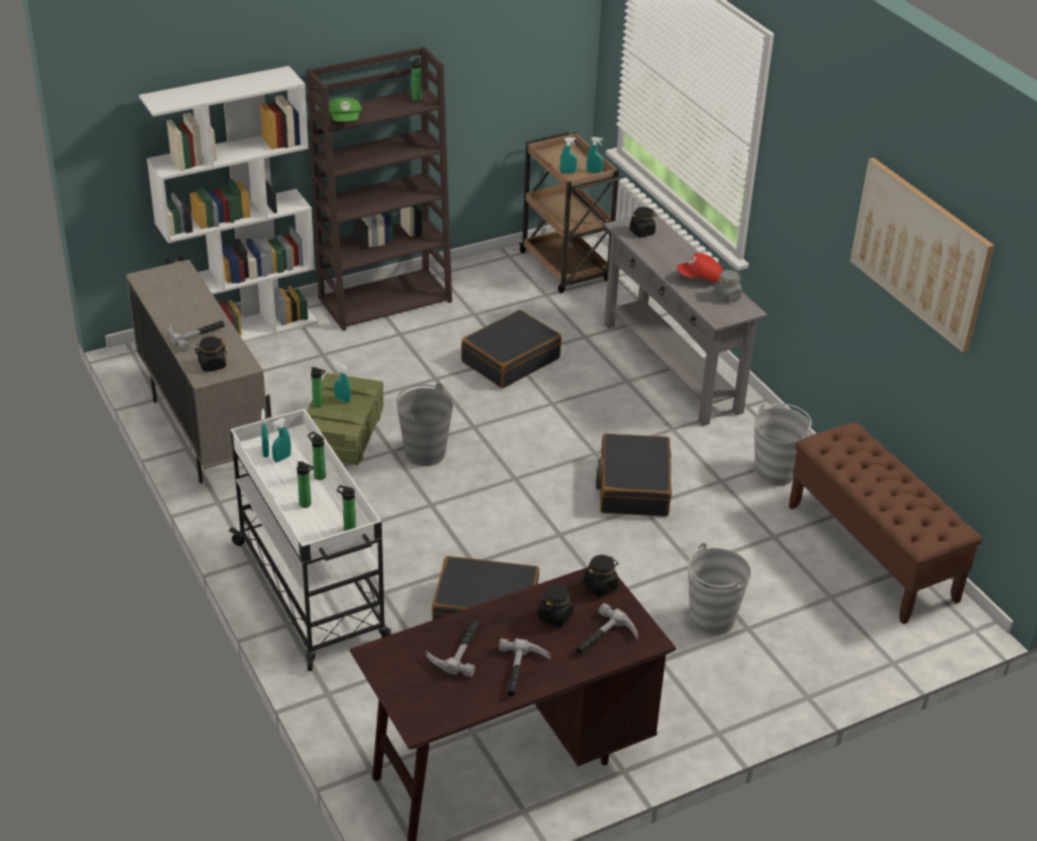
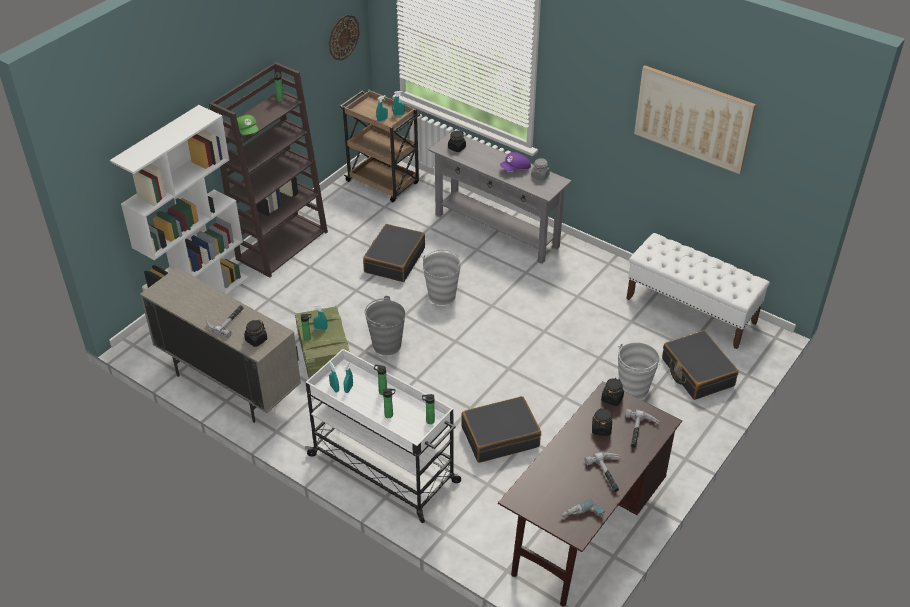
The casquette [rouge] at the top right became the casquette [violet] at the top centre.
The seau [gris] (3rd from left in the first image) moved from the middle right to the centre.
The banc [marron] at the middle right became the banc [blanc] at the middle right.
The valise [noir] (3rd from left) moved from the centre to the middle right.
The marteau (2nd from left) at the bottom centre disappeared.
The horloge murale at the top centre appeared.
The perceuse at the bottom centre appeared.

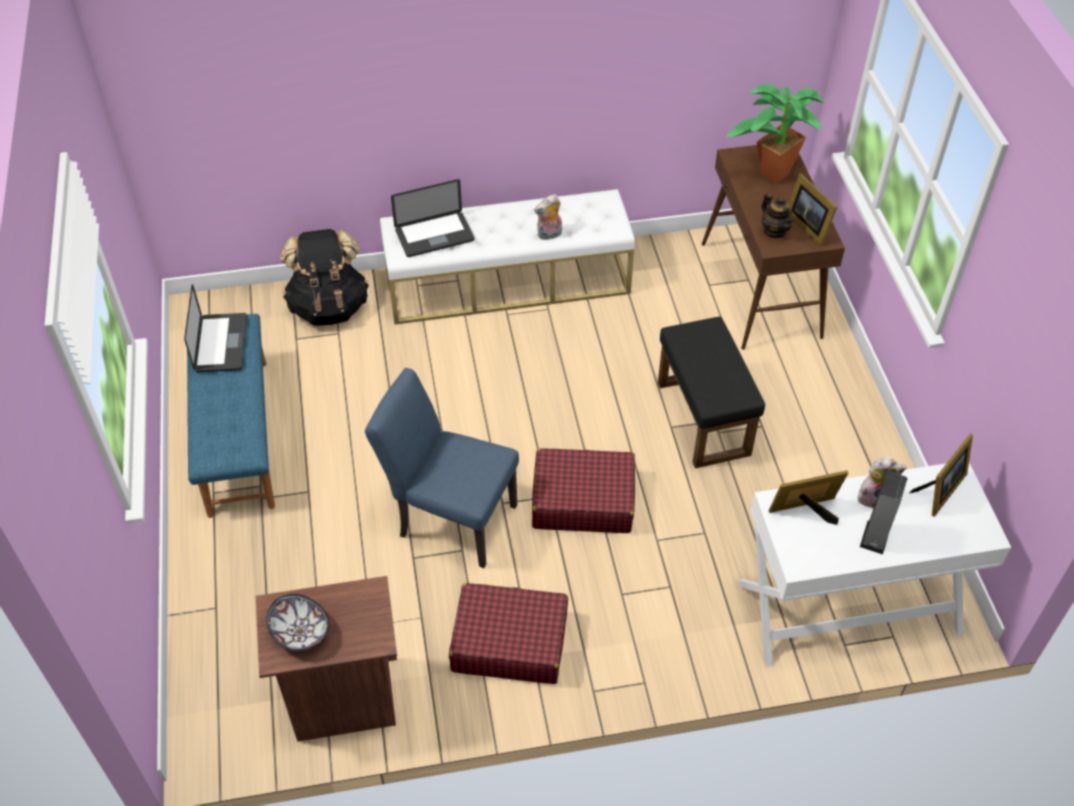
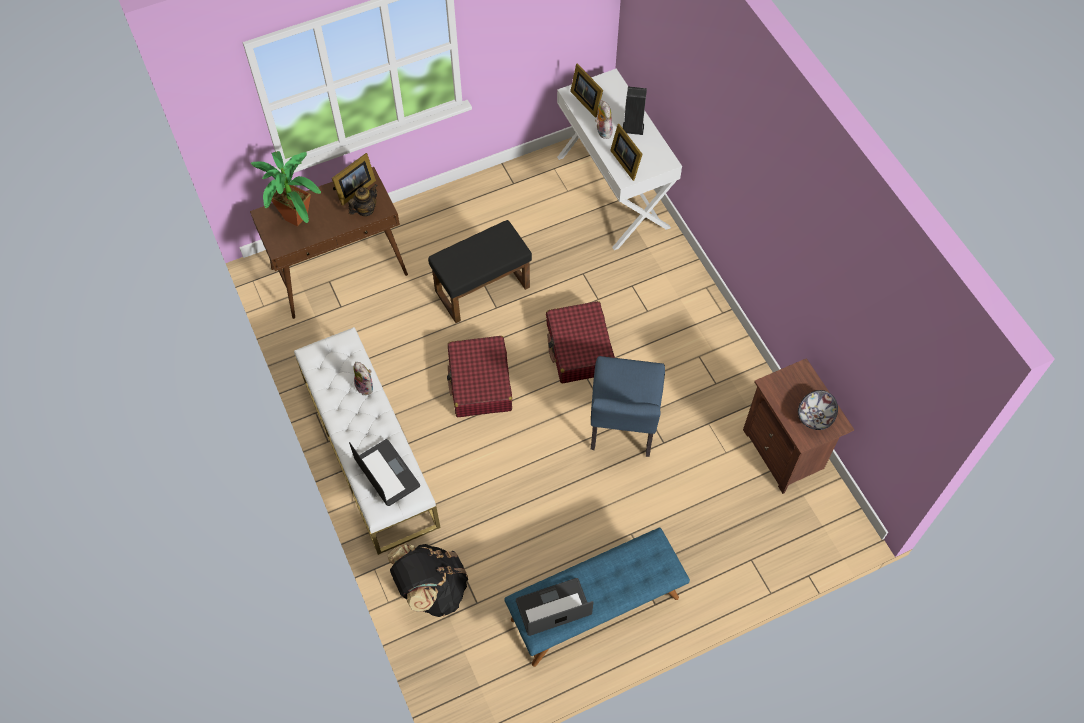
The cadre photo (3rd from left in the first image) at the middle right turned 150 degrees counterclockwise.
The valise [rouge] (1st from left) moved from the bottom centre to the centre.

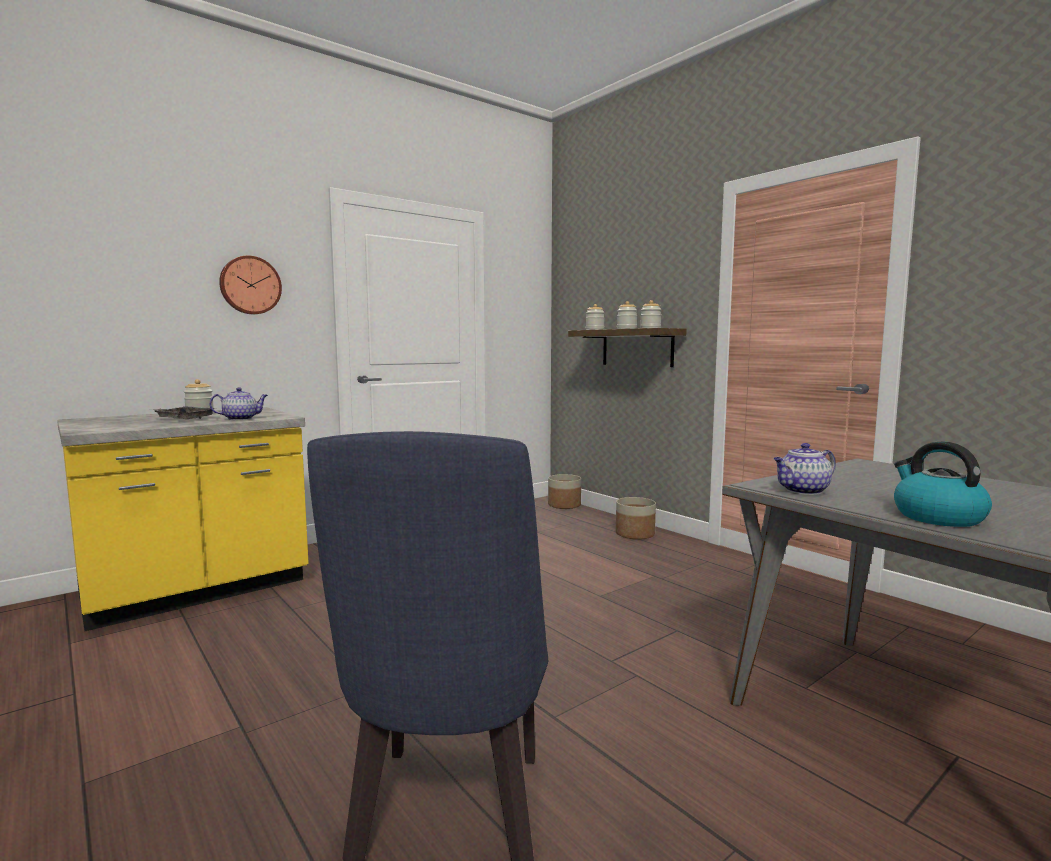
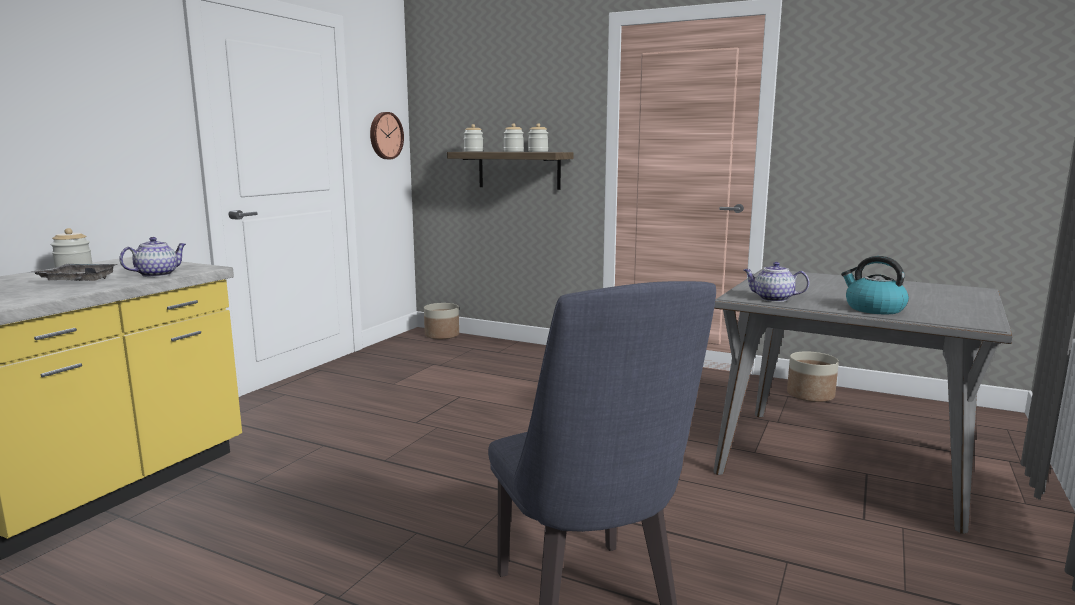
The horloge murale moved from the top left to the top centre.
The théière (2nd from left) at the middle right turned 75 degrees clockwise.
The cache-pot (2nd from left) moved from the centre to the middle right.

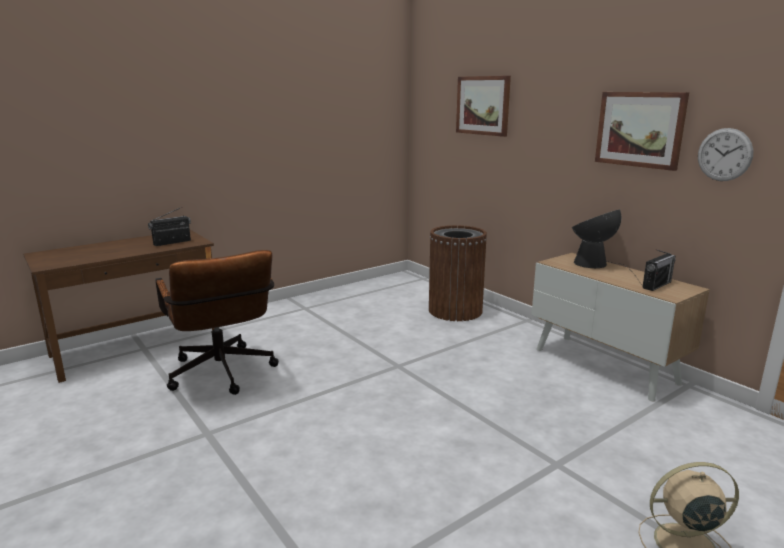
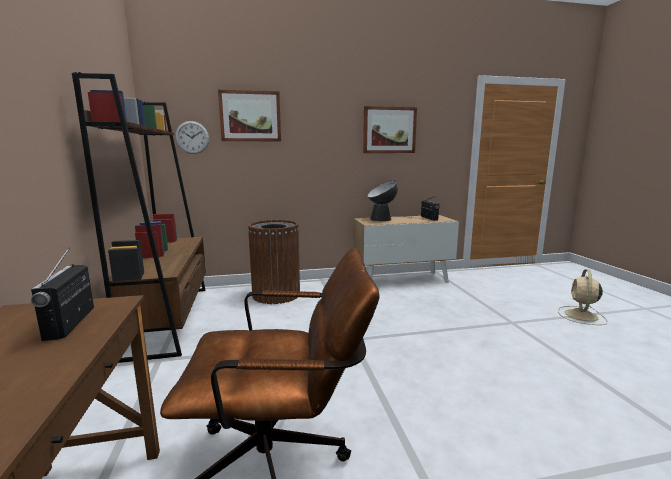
The horloge murale moved from the top right to the top left.
The bibliothèque [marron] at the middle left appeared.

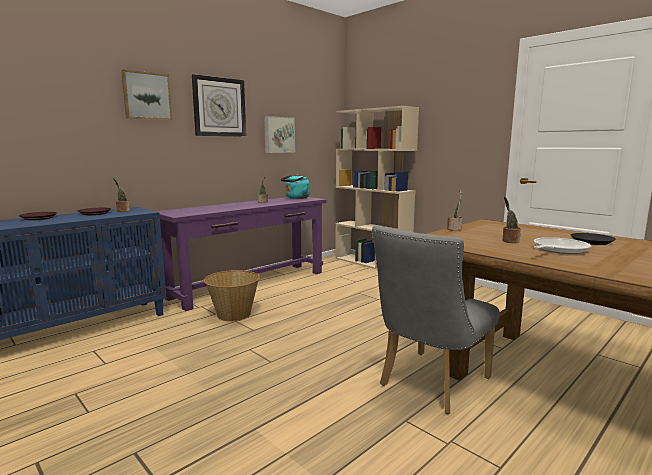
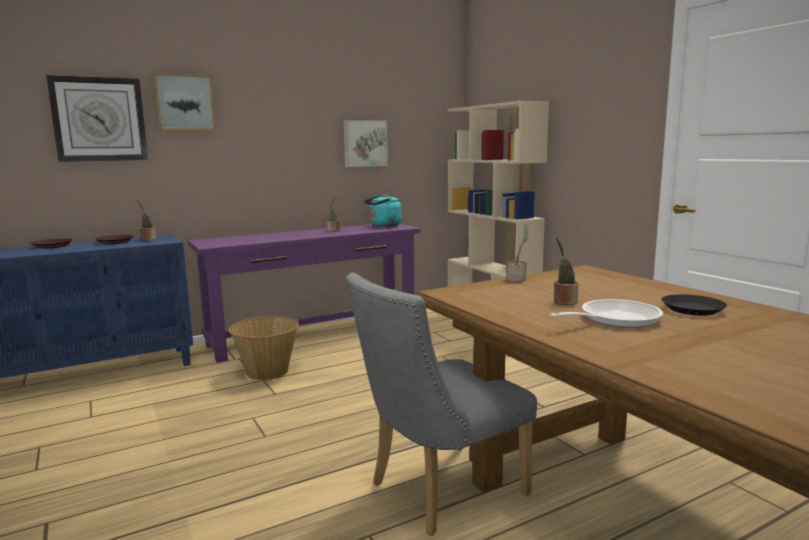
The horloge murale moved from the top centre to the top left.

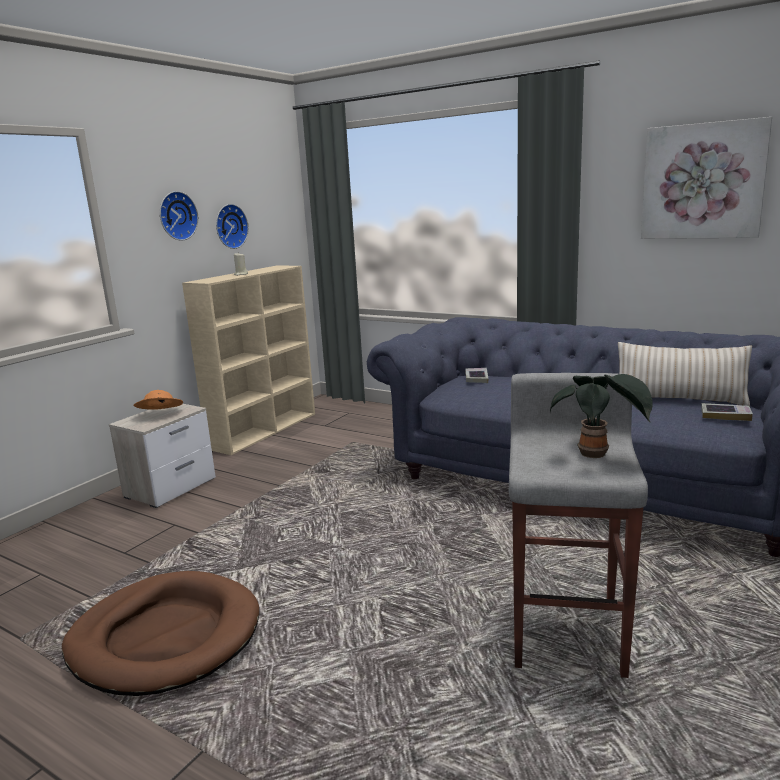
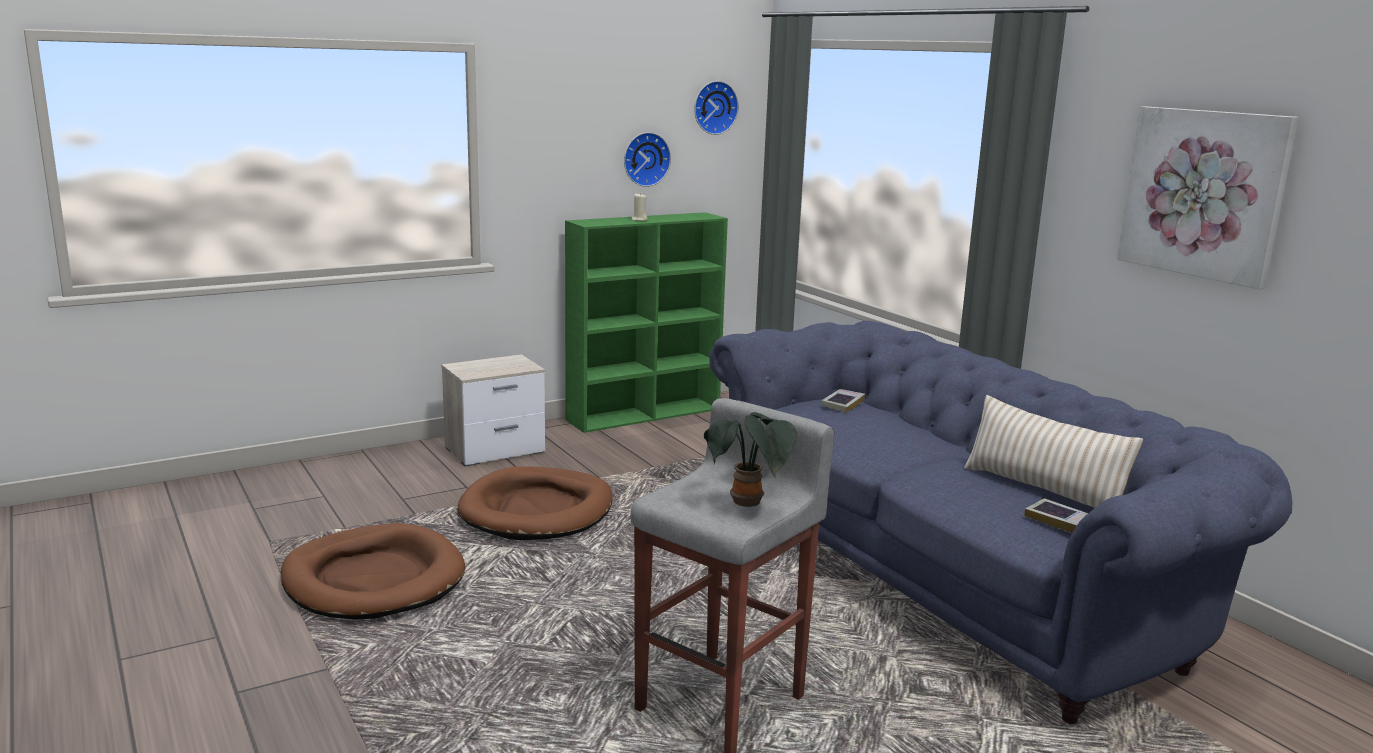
The horloge murale (1st from left in the first image) moved from the top left to the top centre.
The bibliothèque [beige] at the middle left became the bibliothèque [vert] at the centre.
The chapeau [orange] at the middle left disappeared.
The panier pour chien [marron] (2nd from left) at the bottom centre appeared.

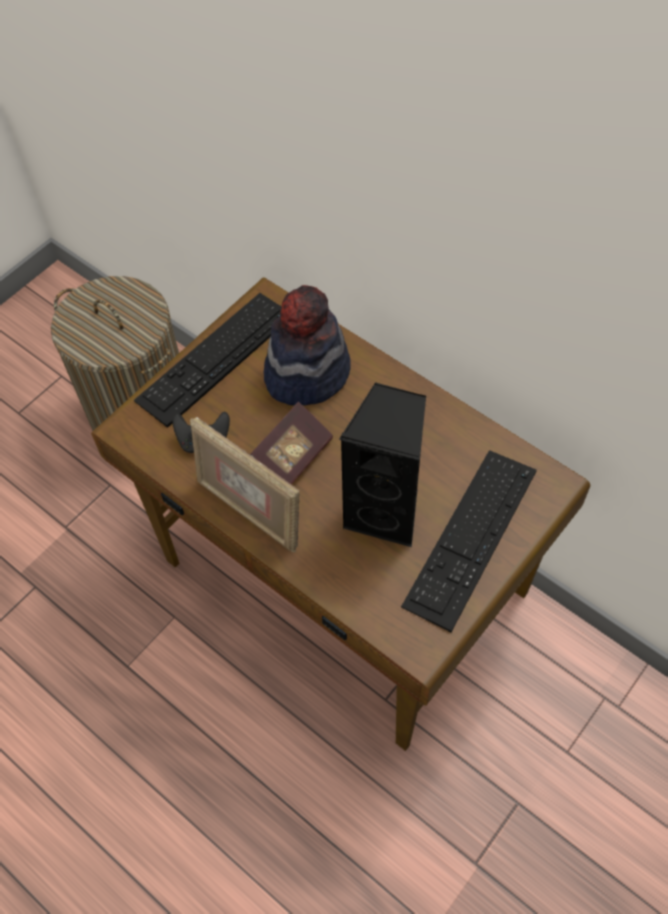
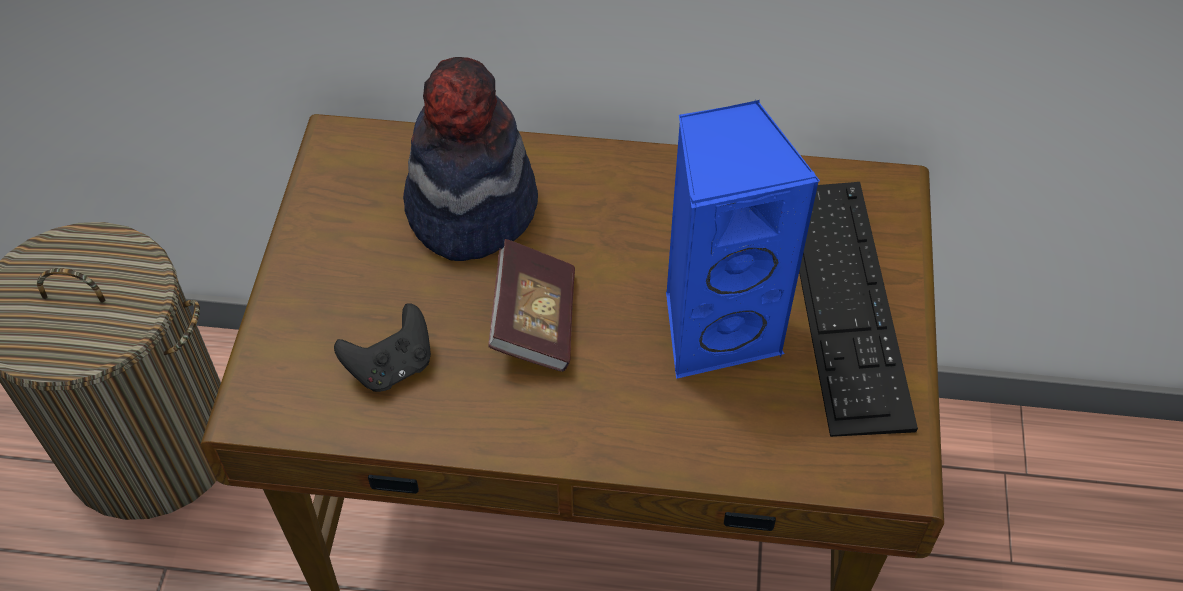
The clavier (1st from left) at the middle left disappeared.
The enceinte [noir] at the centre became the enceinte [bleu] at the centre.
The cadre photo at the centre disappeared.

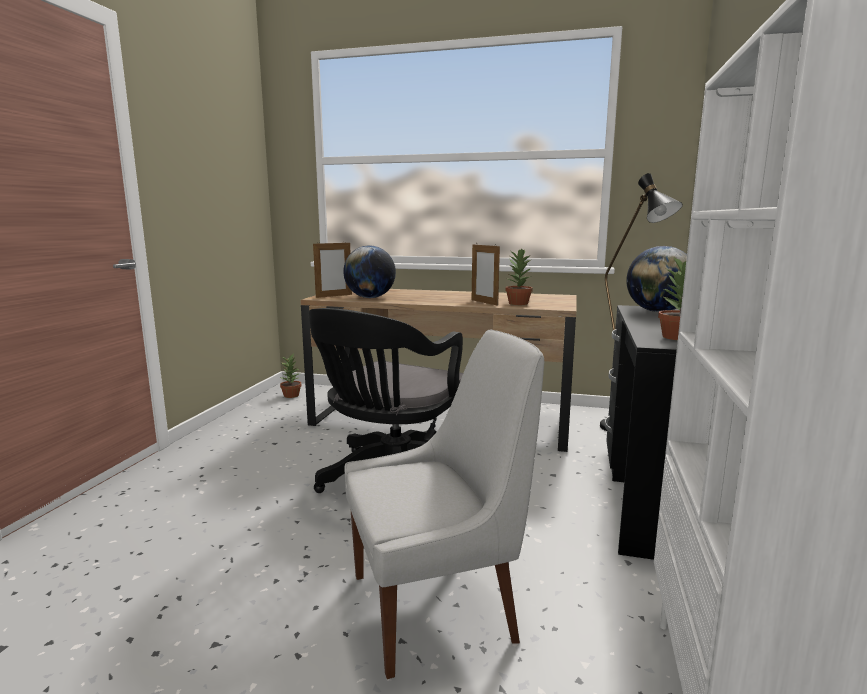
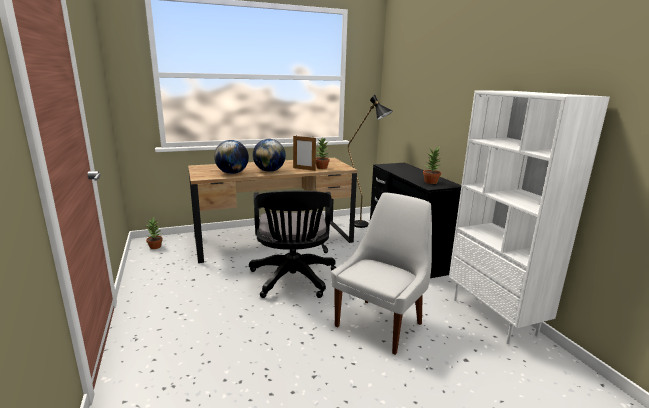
The cadre photo (1st from left) at the centre disappeared.
The globe (2nd from left) moved from the middle right to the centre.

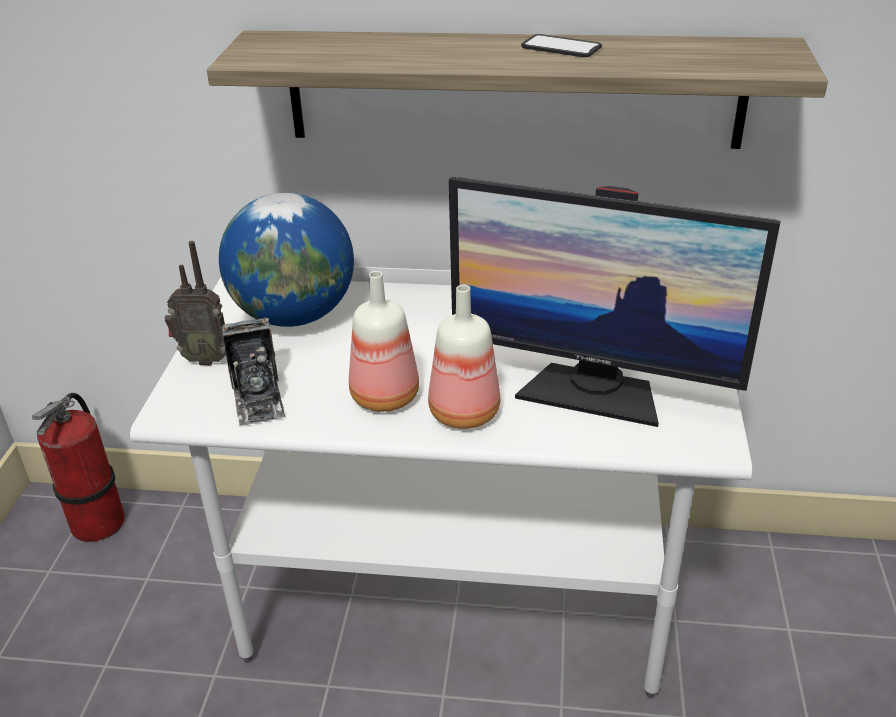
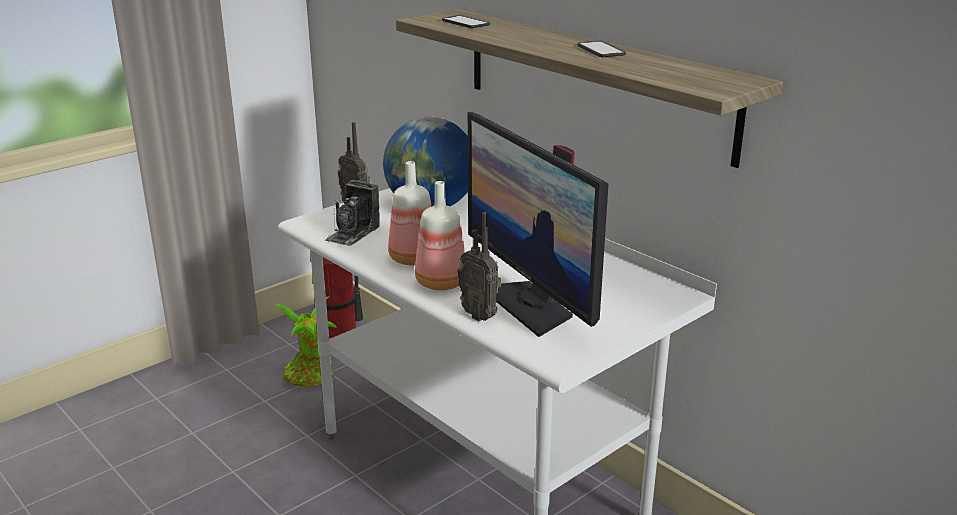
The téléphone (1st from left) at the top centre appeared.
The radio (2nd from left) at the centre appeared.
The plante en pot at the middle left appeared.

